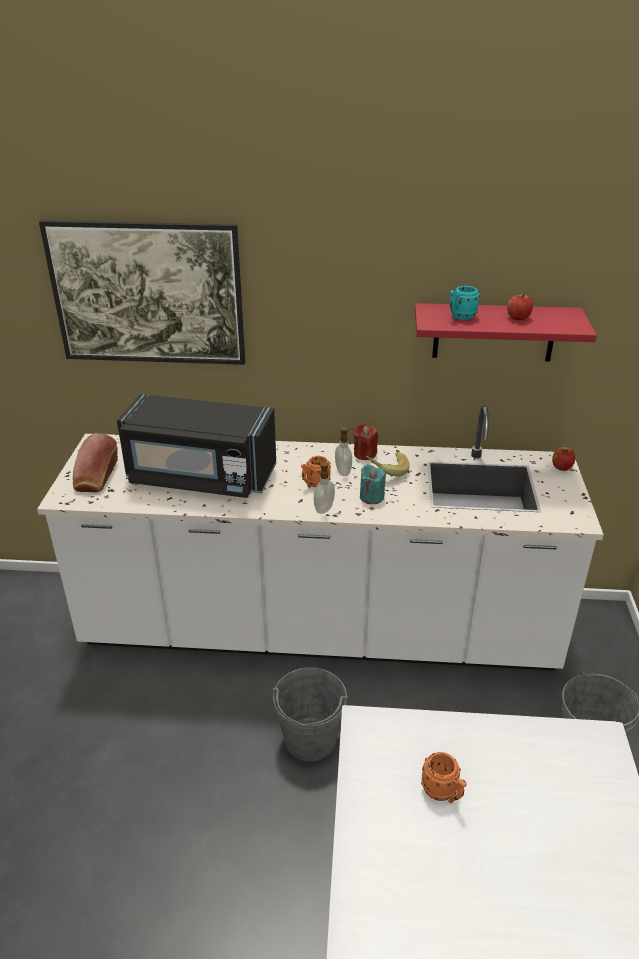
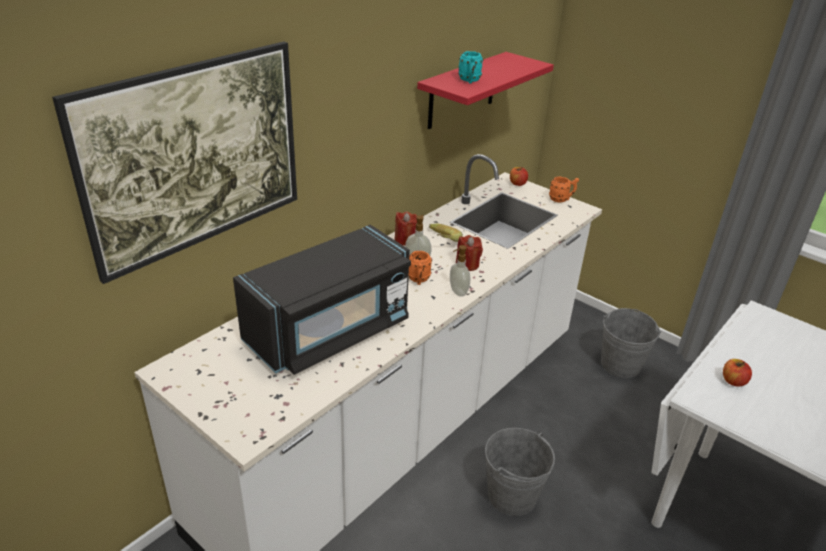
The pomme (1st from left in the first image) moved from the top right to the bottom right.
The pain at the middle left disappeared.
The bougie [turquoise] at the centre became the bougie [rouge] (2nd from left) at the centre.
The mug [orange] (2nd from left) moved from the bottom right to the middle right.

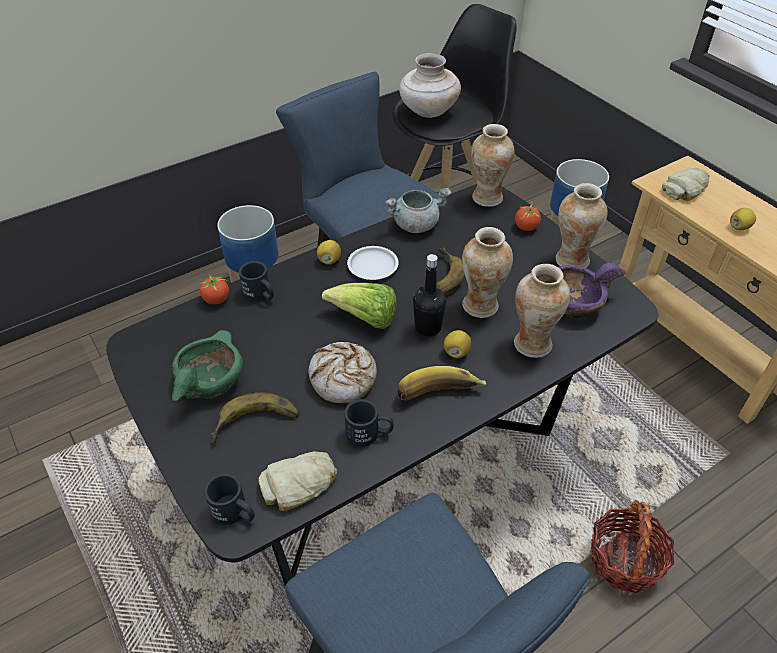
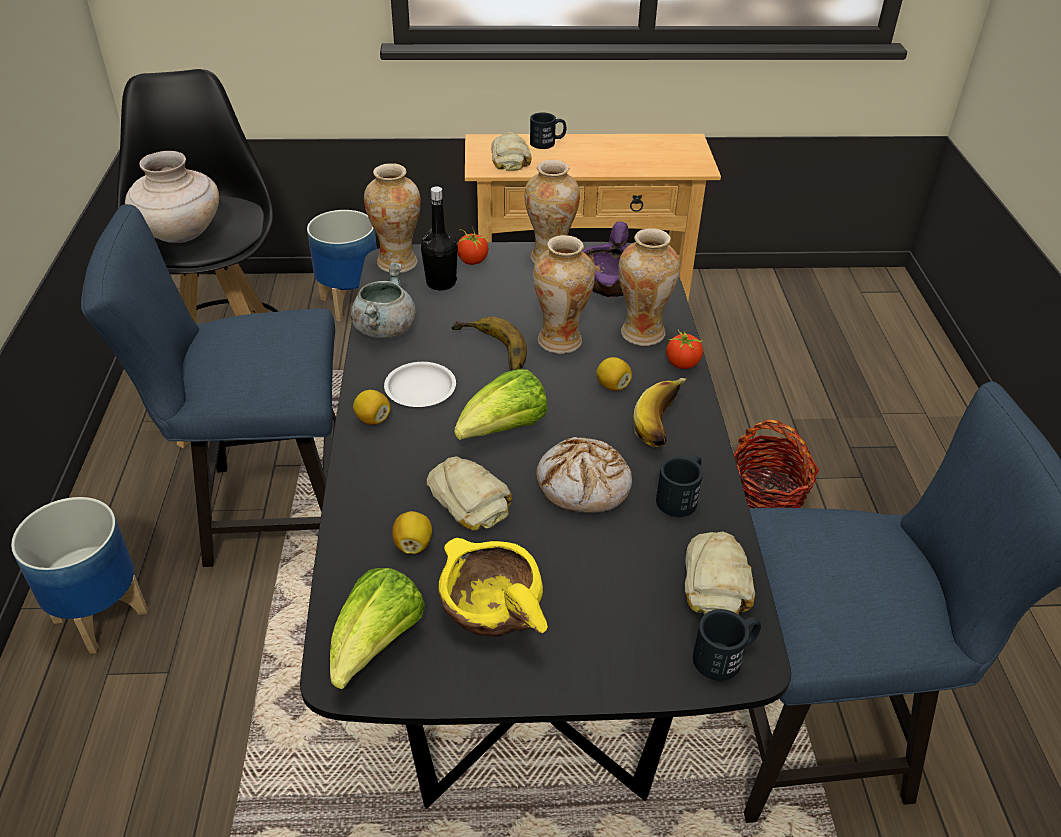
The citron (3rd from left in the first image) moved from the middle right to the centre.
The bouteille [noir] moved from the centre to the top centre.
The mug [noir] (2nd from left in the first image) moved from the middle left to the top centre.
The tomate (1st from left in the first image) moved from the middle left to the centre.
The bol [vert] at the middle left became the bol [jaune] at the bottom centre.
The banane (1st from left) at the middle left disappeared.
The pain (1st from left) at the centre appeared.
The laitue (1st from left) at the bottom centre appeared.

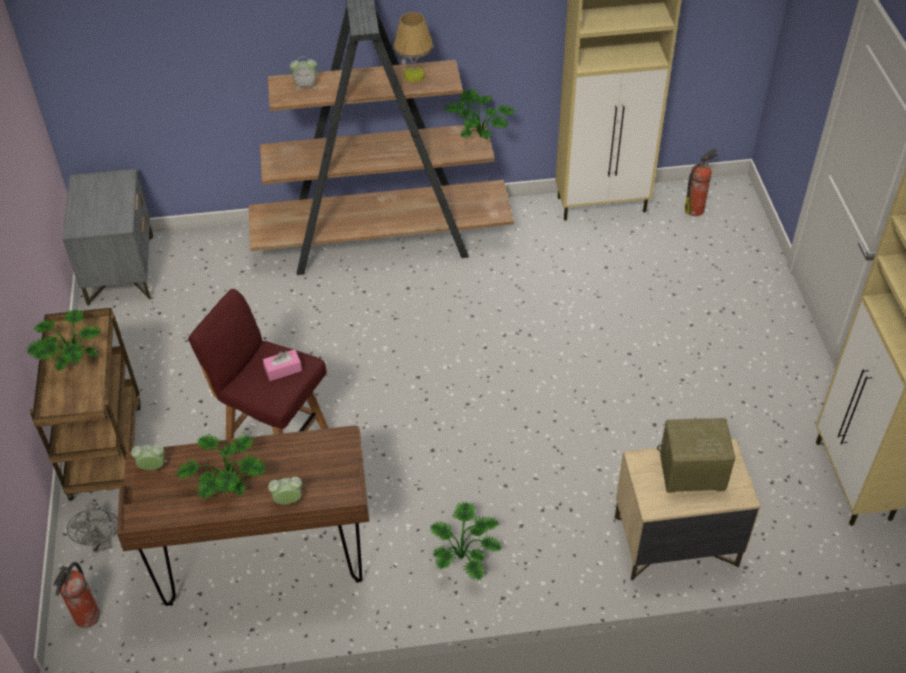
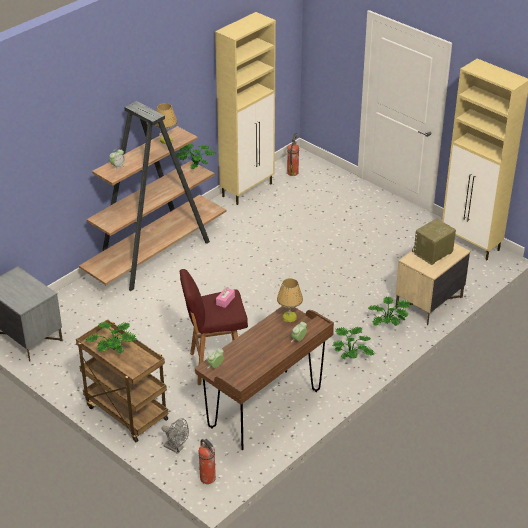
The plante en pot (2nd from left in the first image) moved from the bottom left to the middle right.
The lampe de table (2nd from left) at the centre appeared.

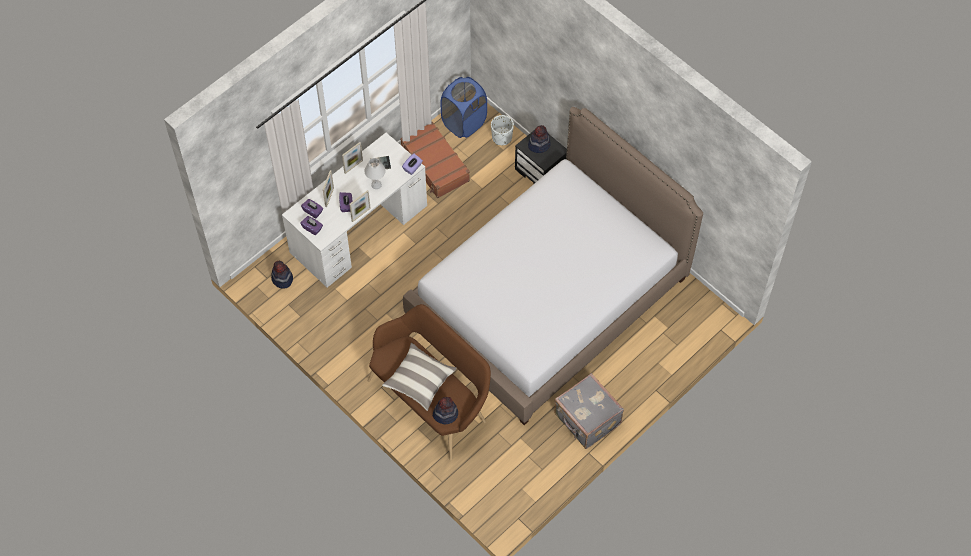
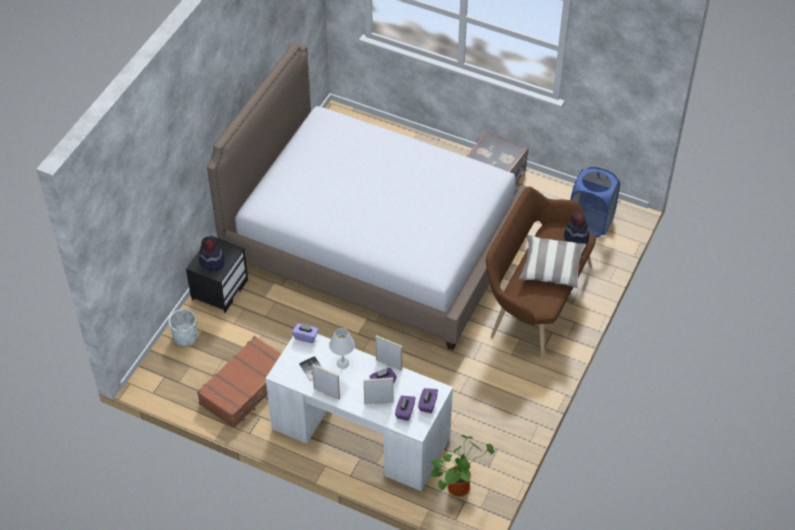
The panier à linge [bleu] moved from the top centre to the middle right.
The chapeau (1st from left) at the middle left was replaced by the plante en pot at the bottom centre.

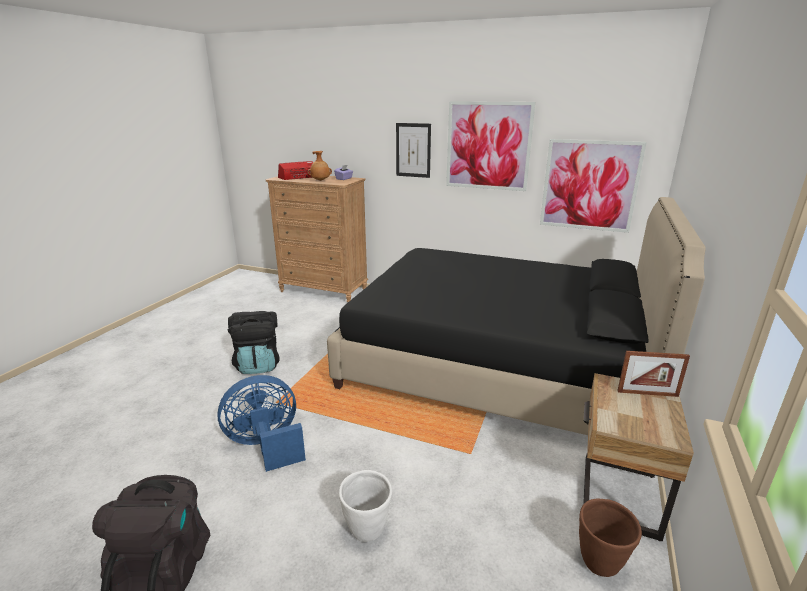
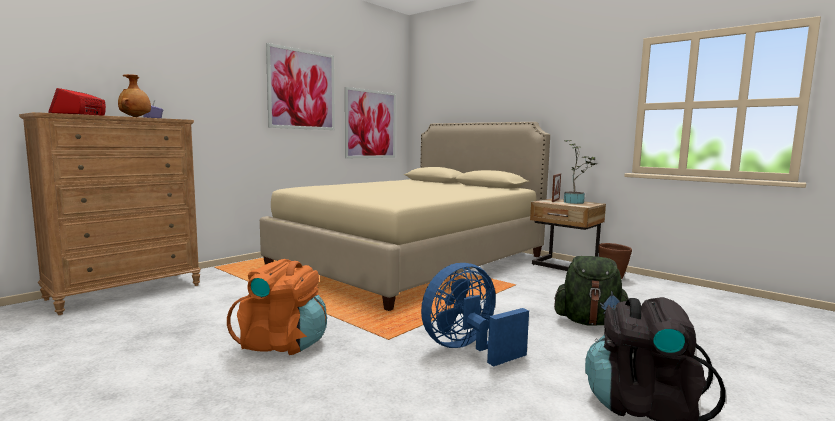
The tableau (1st from left) at the top centre disappeared.
The lit [noir] at the centre became the lit [beige] at the centre.
The sac à dos [noir] (2nd from left) at the middle left became the sac à dos [orange] at the bottom left.
The ventilateur [bleu] at the bottom left turned 60 degrees clockwise.
The cache-pot [blanc] at the bottom centre was replaced by the sac à dos [vert] at the bottom right.
The plante en pot at the middle right appeared.

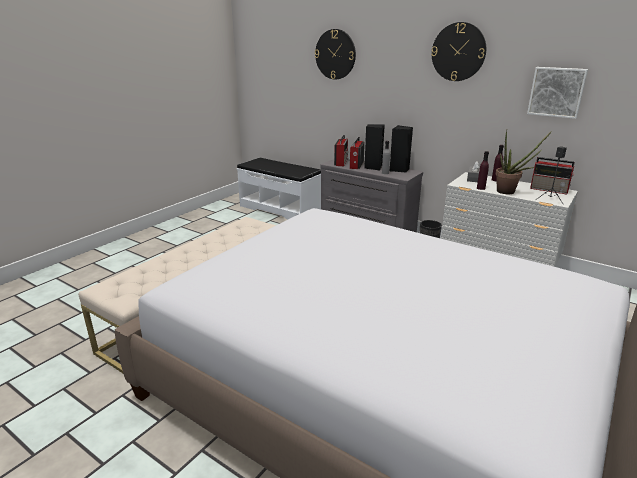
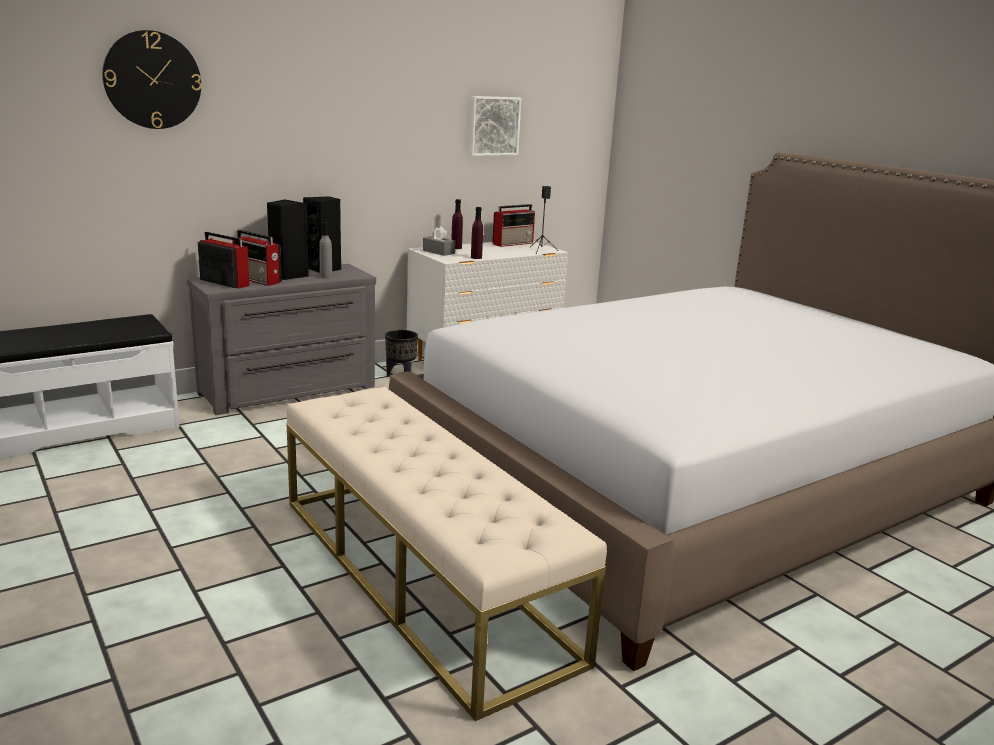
The horloge murale (2nd from left) at the top right disappeared.
The plante en pot at the middle right disappeared.

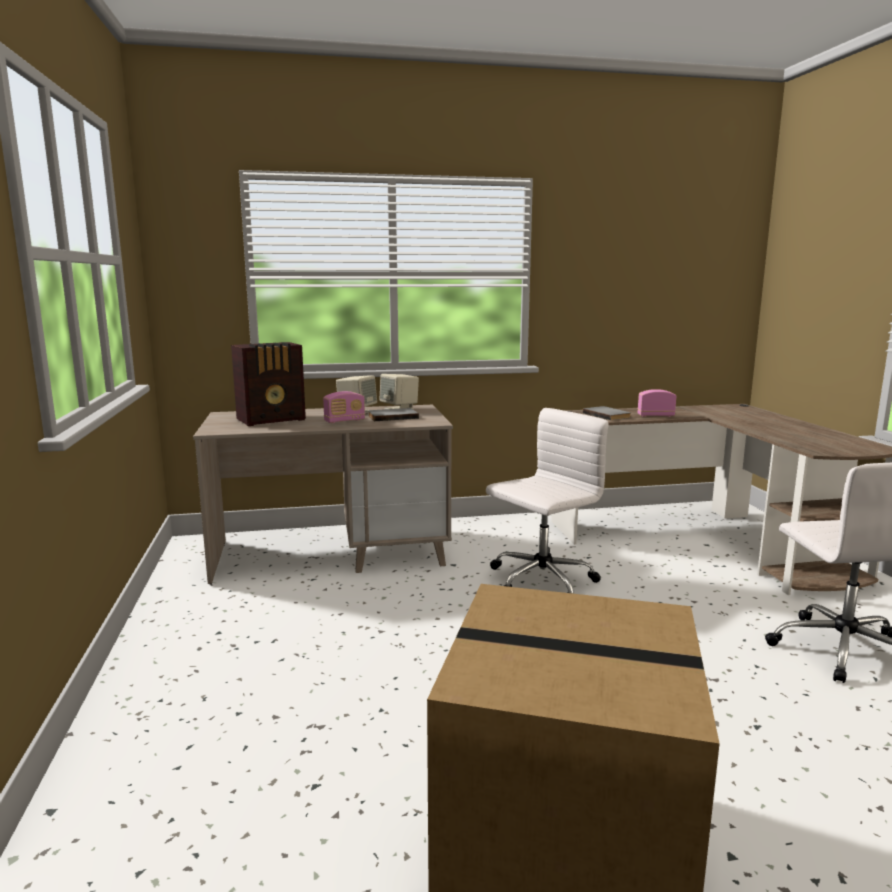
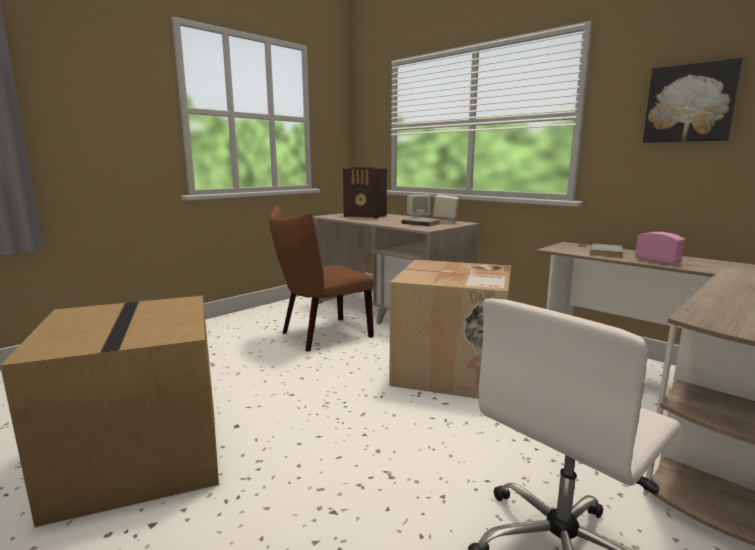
The radio (2nd from left) at the centre disappeared.
The chaise de bureau [blanc] (1st from left) at the centre was replaced by the carton (2nd from left) at the centre.
The tableau at the top right appeared.
The chaise [marron] at the centre appeared.

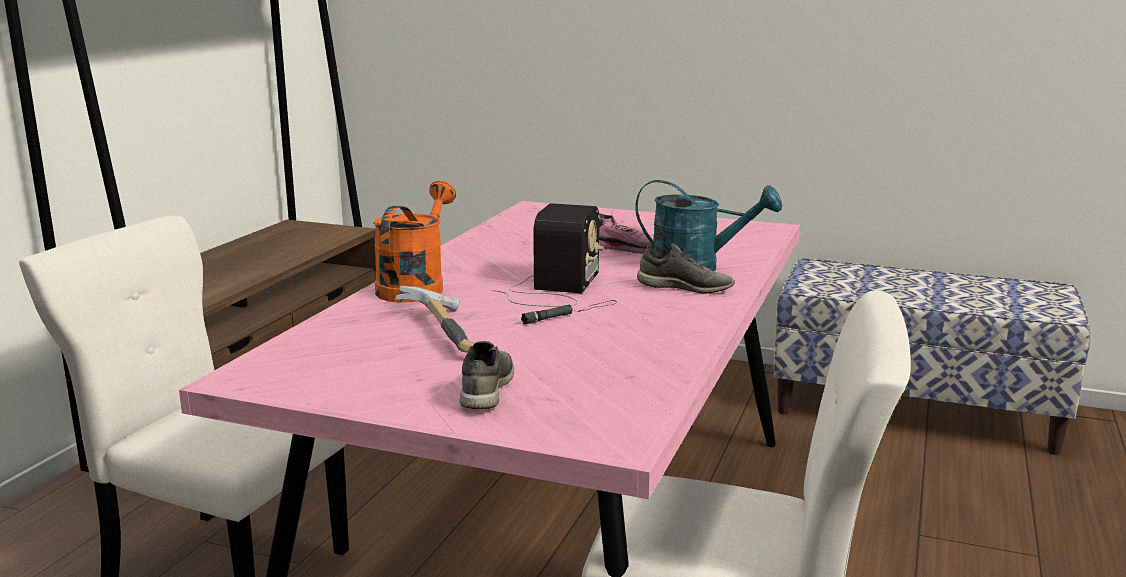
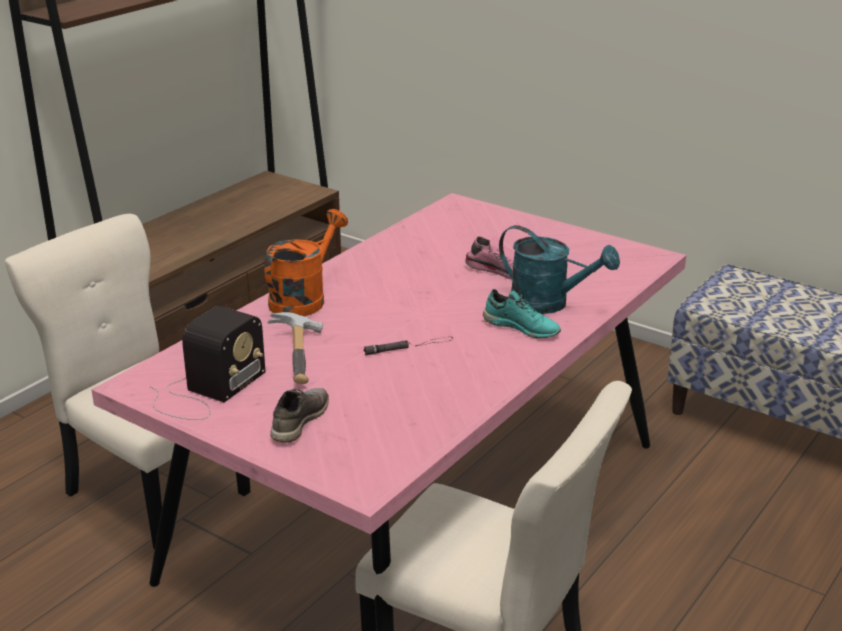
The radio moved from the centre to the middle left.
The chaussure [gris] (2nd from left) at the centre became the chaussure [turquoise] at the centre.

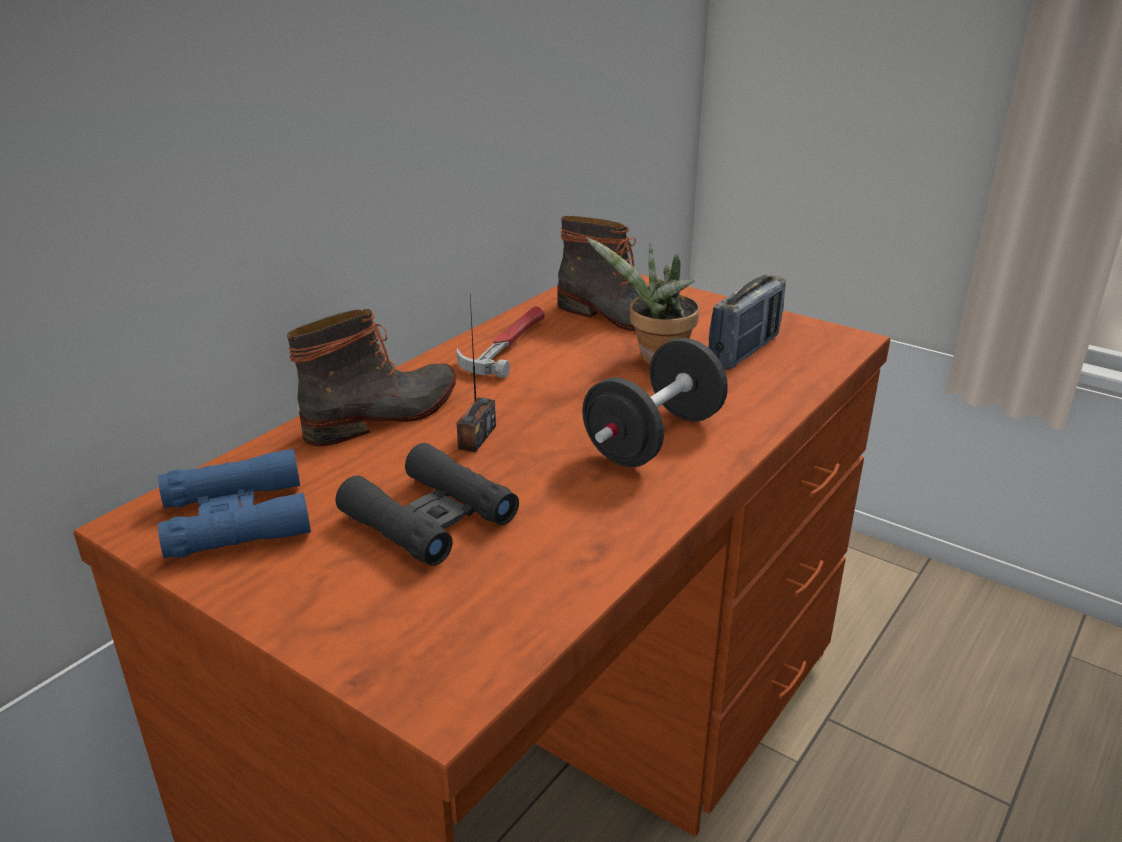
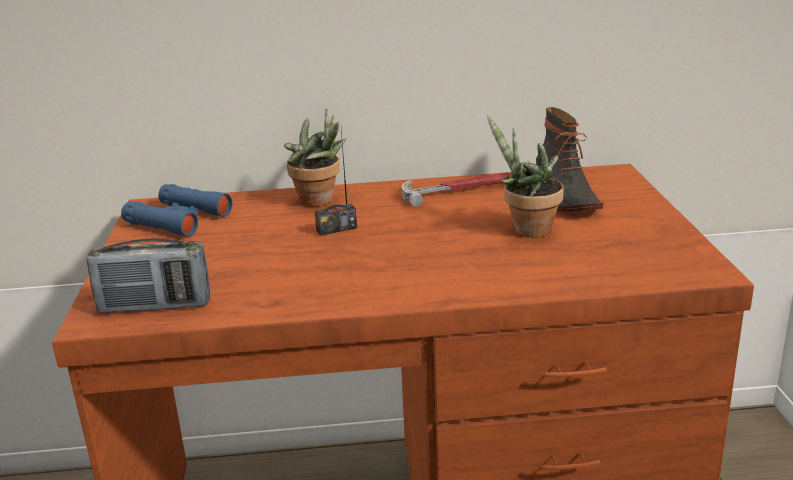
The radio (2nd from left in the first image) moved from the centre to the middle left.
The botte (1st from left) at the middle left was replaced by the plante en pot (1st from left) at the top centre.
The haltère [noir] at the centre disappeared.
The jumelles [noir] at the centre disappeared.

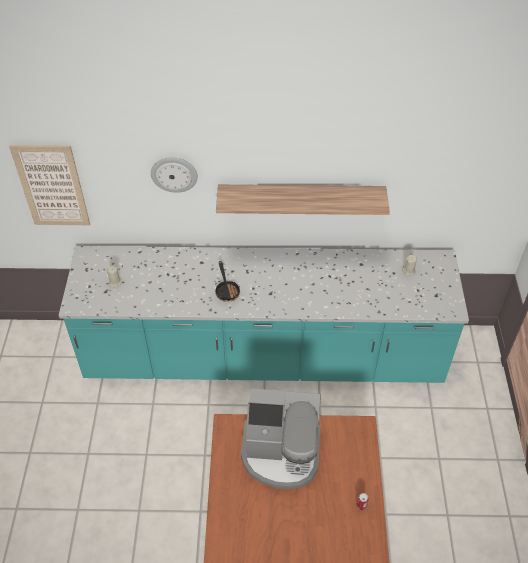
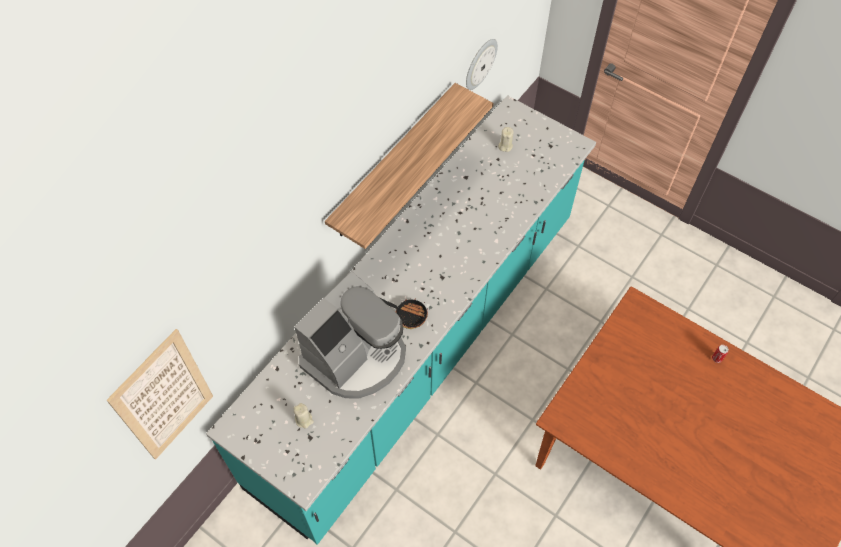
The horloge murale moved from the top left to the top centre.
The machine à café moved from the bottom centre to the centre.

